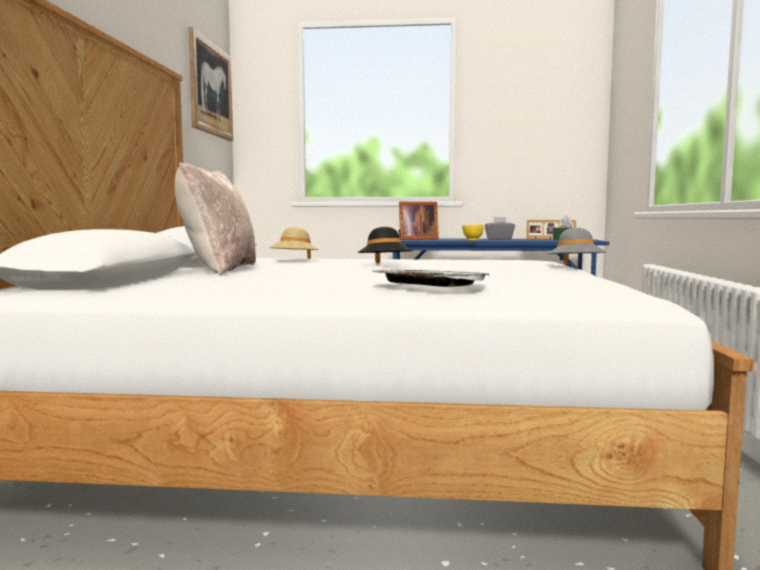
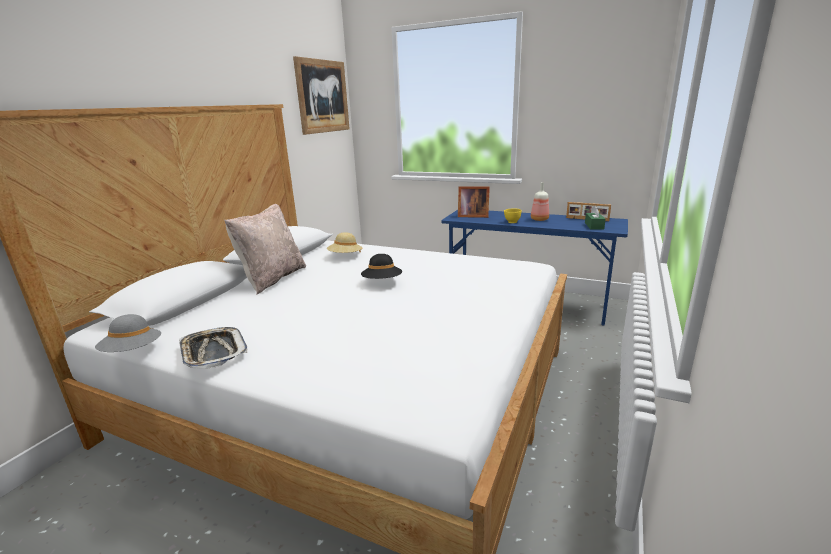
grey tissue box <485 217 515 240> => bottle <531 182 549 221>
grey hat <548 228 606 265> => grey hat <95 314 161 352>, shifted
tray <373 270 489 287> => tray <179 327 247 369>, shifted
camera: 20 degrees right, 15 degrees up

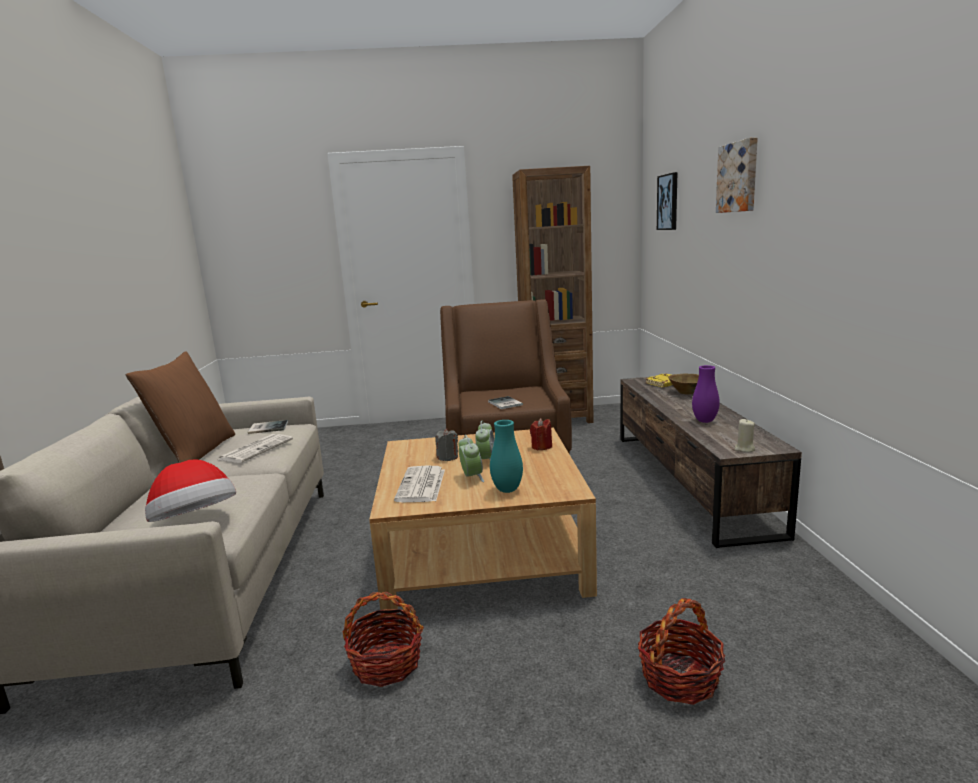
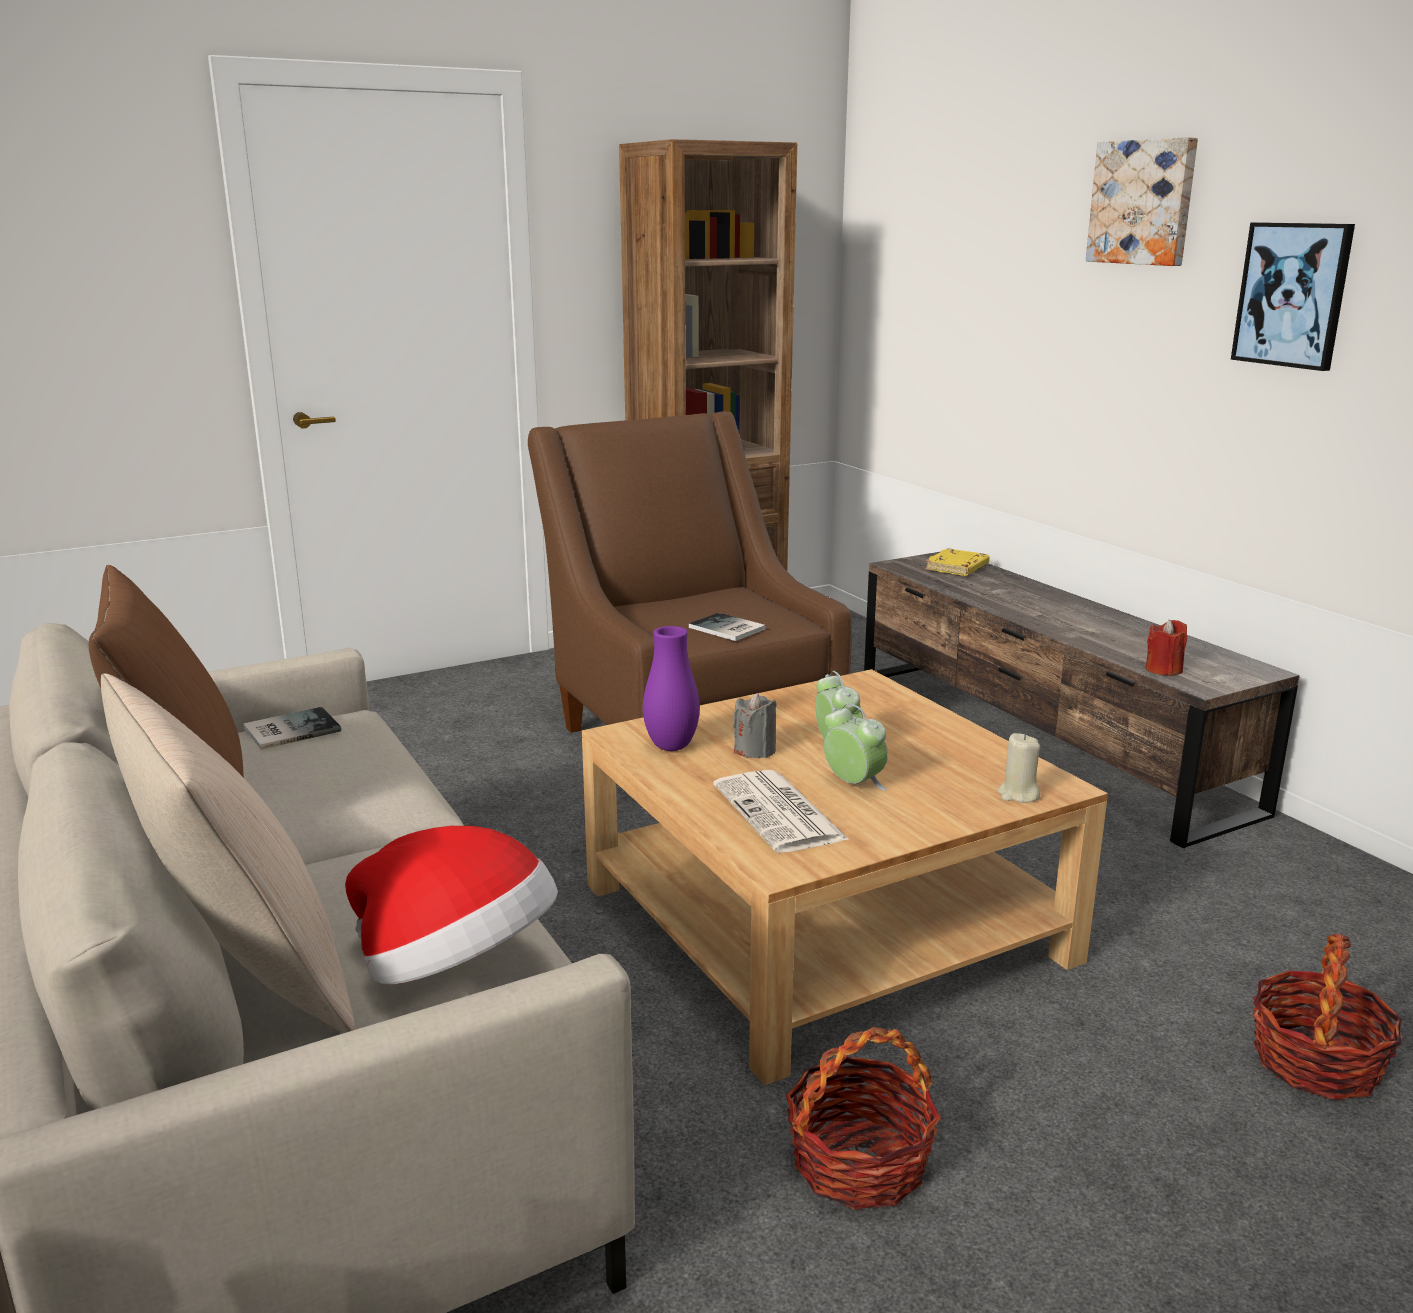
picture <657 172 678 230> => picture <1231 222 1355 371>, shifted
purple vase <692 365 720 423> => purple vase <643 626 700 751>, shifted
brown bowl <668 374 699 395> => nothing
red candle <530 418 552 450> => red candle <1146 619 1187 676>, shifted
beige candle <735 419 755 452> => beige candle <998 733 1040 803>, shifted
turquoise vase <490 420 523 493> => nothing
newspaper <219 434 293 463> => nothing
nothing => beige pillow <101 673 356 1033>
camera: 25 degrees left, 5 degrees up

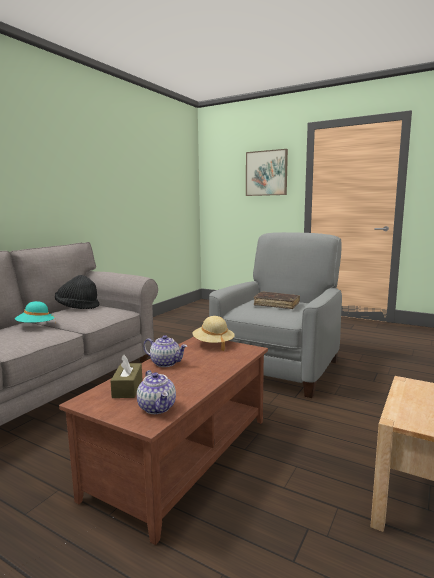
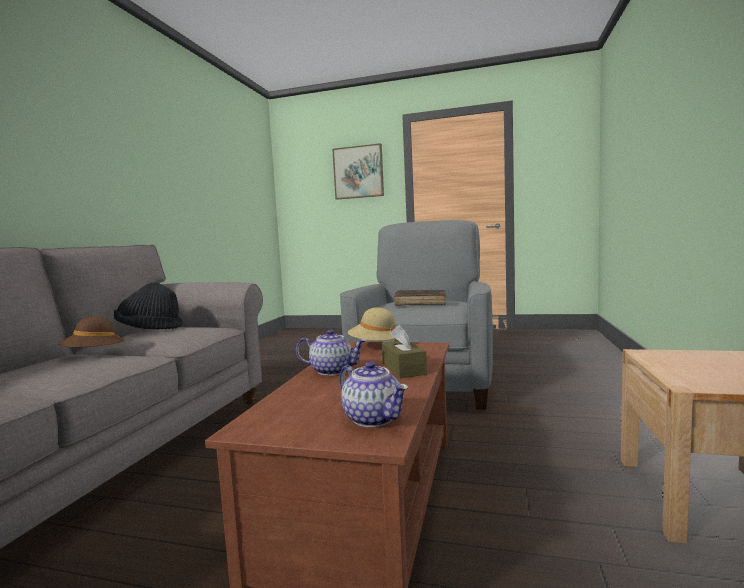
turquoise hat <15 301 56 324> => brown hat <58 317 126 349>
brown tissue box <110 355 142 398> => brown tissue box <382 325 427 378>, shifted
camera: 15 degrees left, 5 degrees down

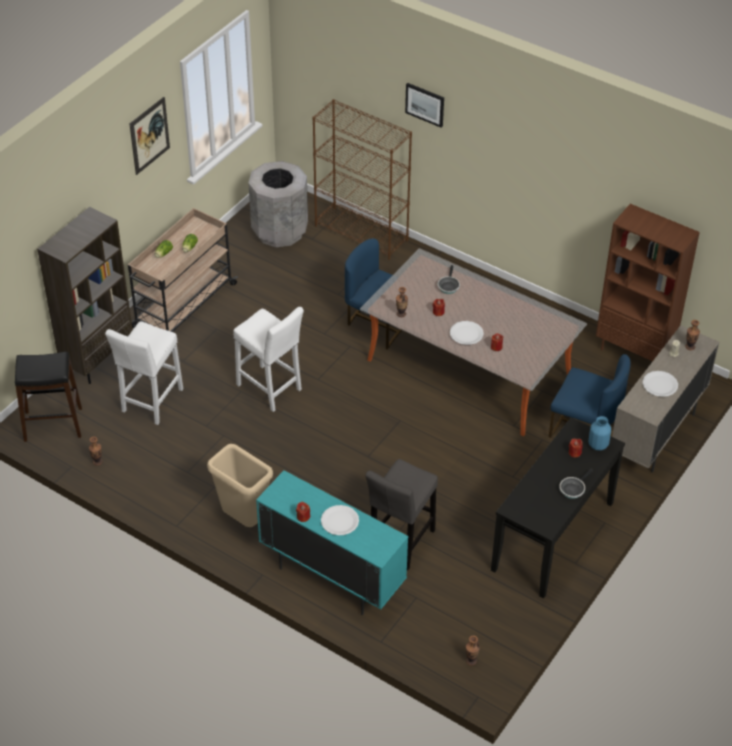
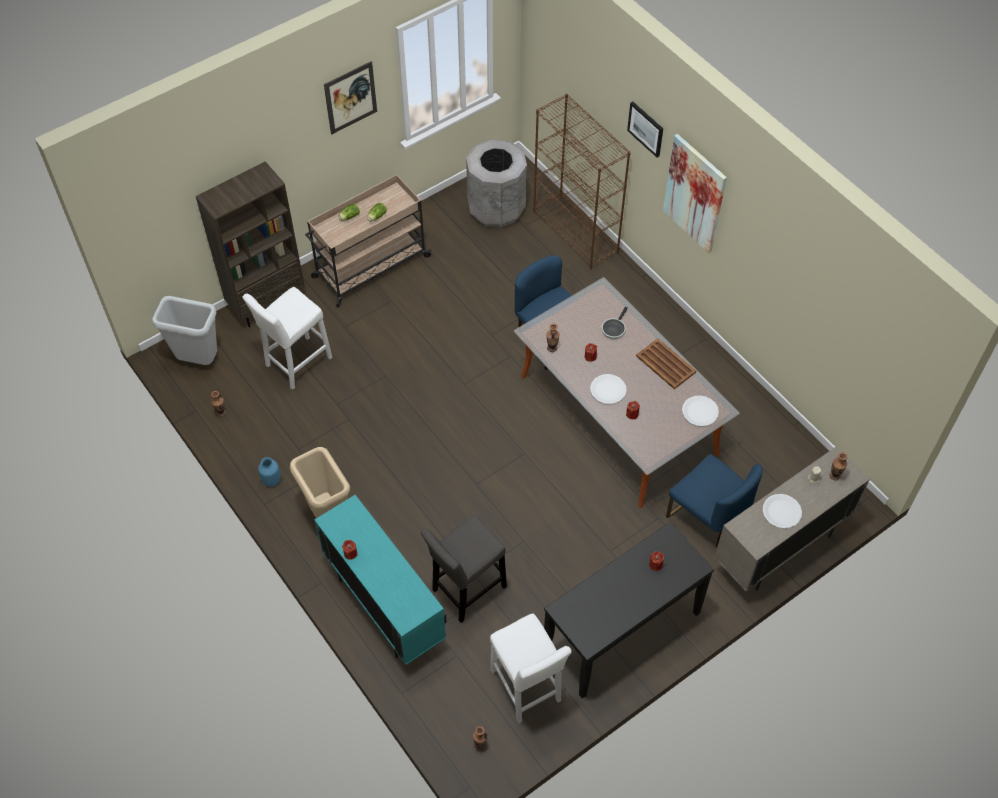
brown bookcase <596 204 700 361> => nothing
white stool <233 307 304 412> => white stool <490 614 572 723>, shifted
black stool <15 352 82 442> => grey trash can <152 296 217 365>
blue vase <589 416 611 450> => blue vase <258 457 281 487>, shifted
frying pan <559 469 593 499> => nothing
white plate <321 505 359 535> => white plate <682 395 719 426>, shifted
nothing => picture <663 134 727 253>
nothing => brown tray <636 338 696 389>
camera: 20 degrees right, 10 degrees up

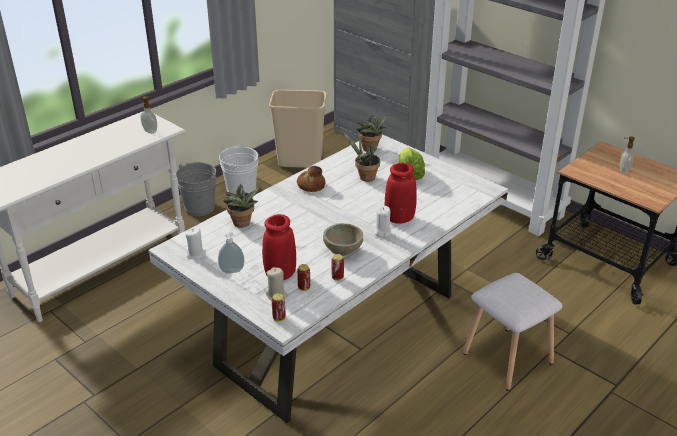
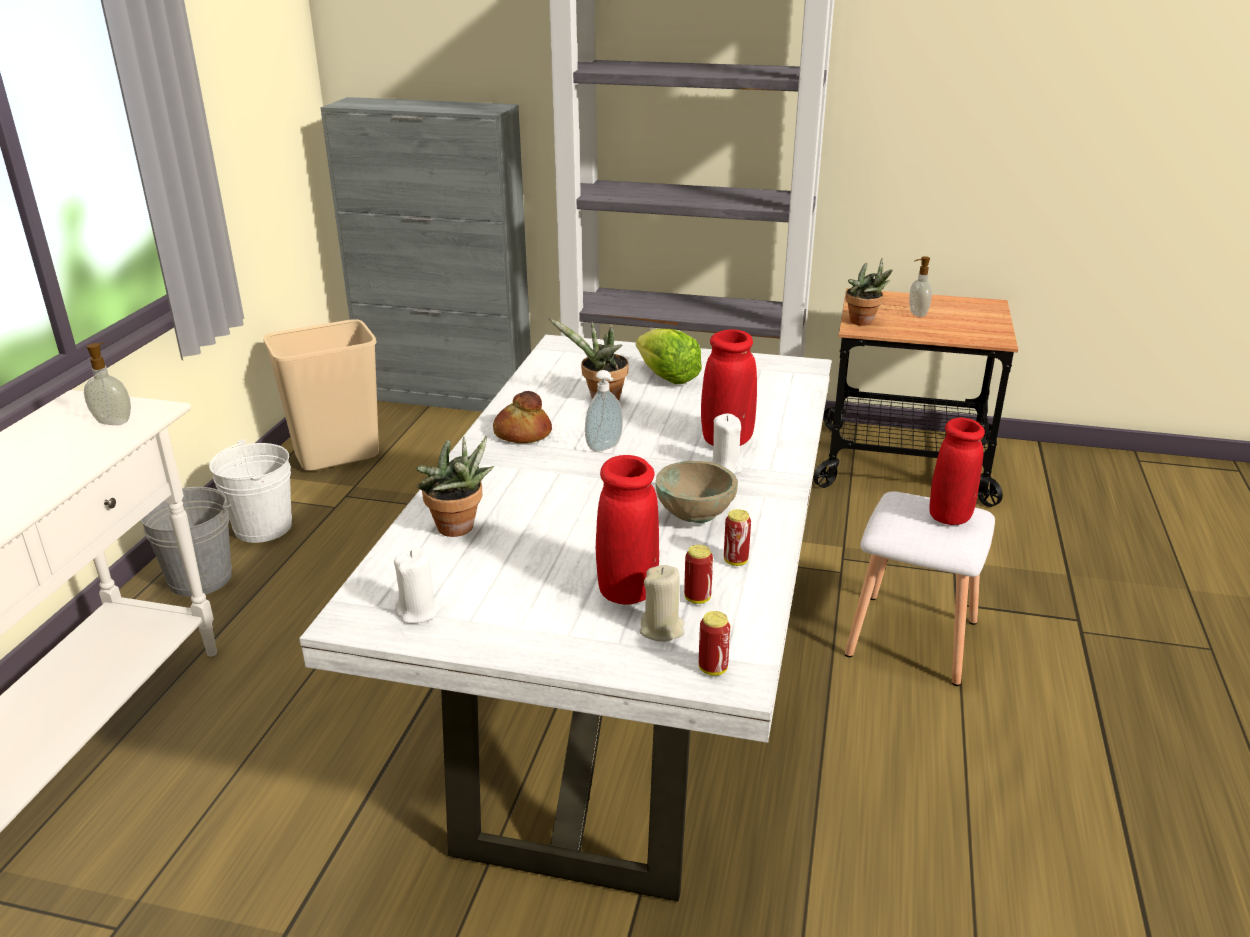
potted plant <356 113 388 152> => potted plant <845 258 893 326>, shifted
soap dispenser <218 231 244 273> => soap dispenser <585 370 623 452>, shifted
nothing => red vase <930 418 985 525>
camera: 30 degrees left, 5 degrees down

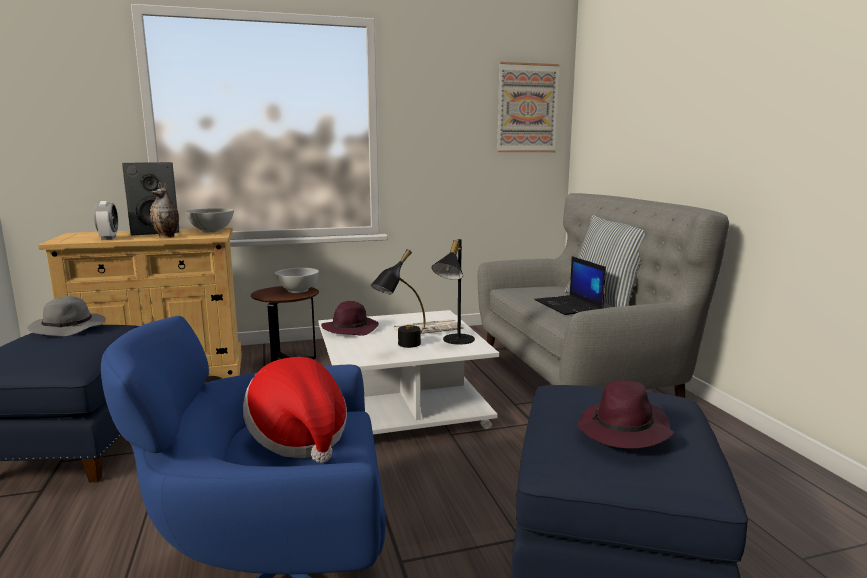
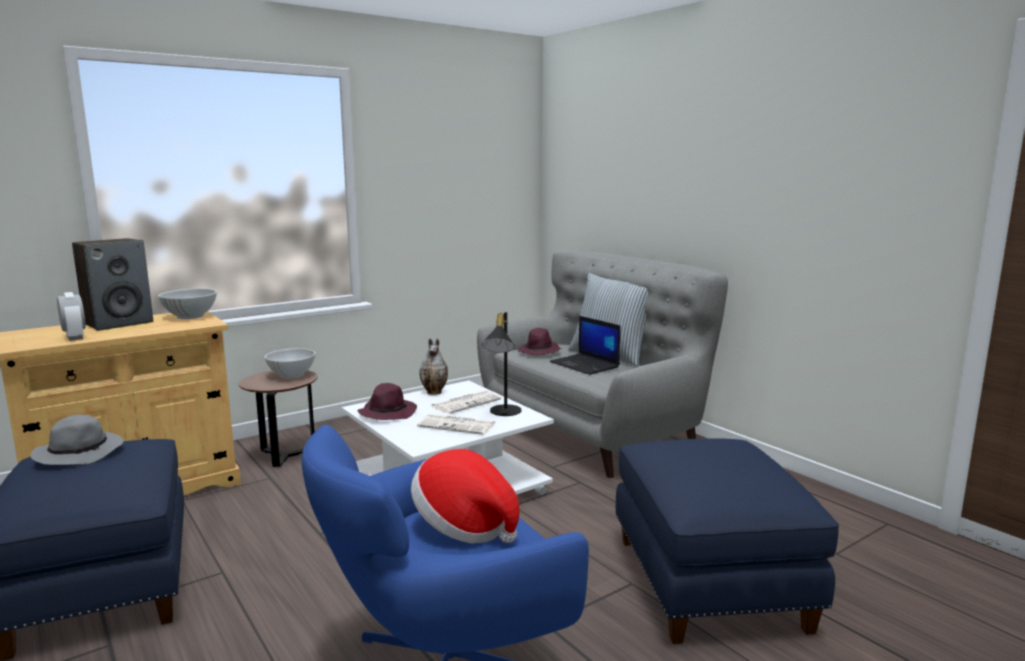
picture <497 62 560 152> => nothing
vase <150 182 179 238> => vase <419 338 448 395>, shifted
black table lamp <371 249 425 348> => newspaper <417 414 496 435>
purple hat <577 380 674 449> => purple hat <518 328 561 355>, shifted
camera: 20 degrees left, 0 degrees up

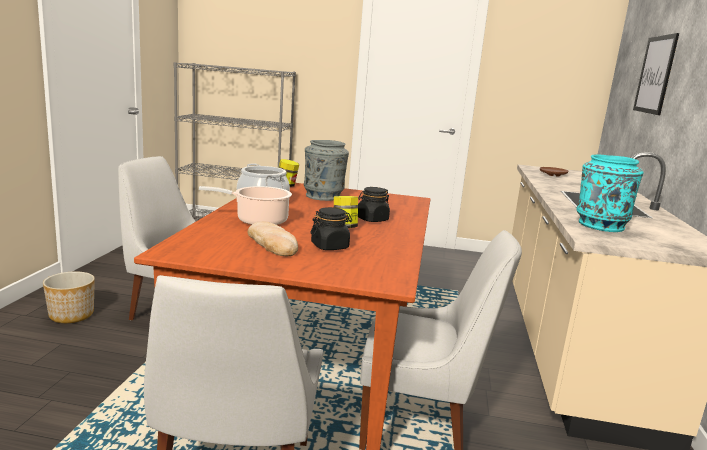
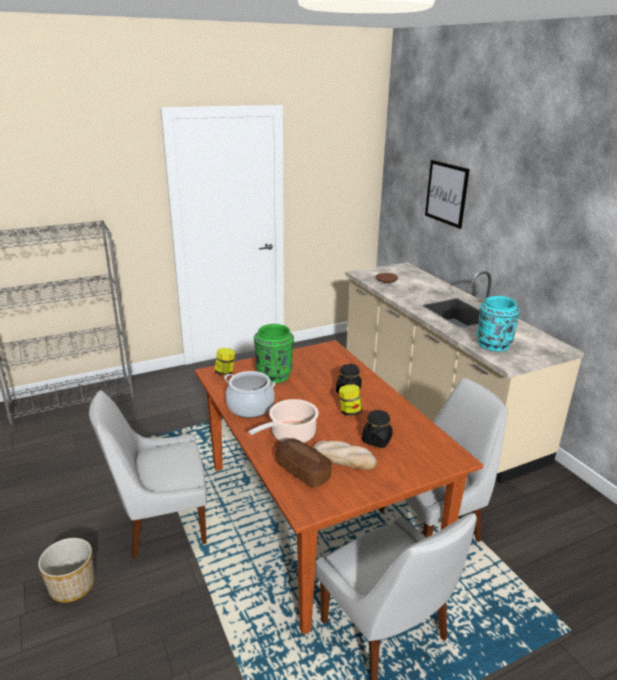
grey vase <304 140 349 201> => green vase <254 324 294 383>
nothing => bread <276 439 332 487>
camera: 35 degrees left, 10 degrees up

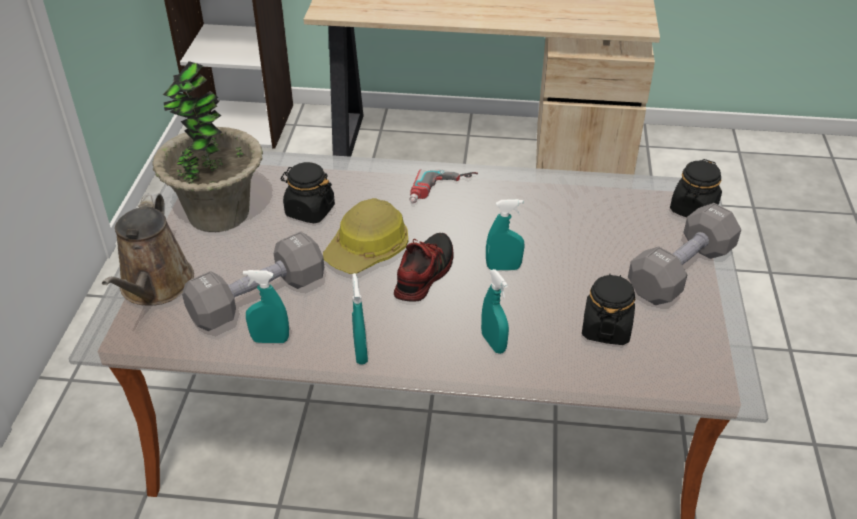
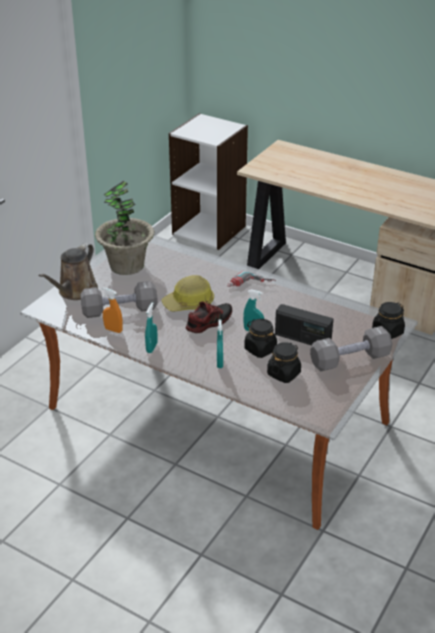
black jar <281 162 335 223> => black jar <244 319 277 358>, shifted
turquoise spray bottle <243 270 289 343> => orange spray bottle <103 288 123 333>
nothing => radio <275 304 333 345>
camera: 25 degrees right, 5 degrees down

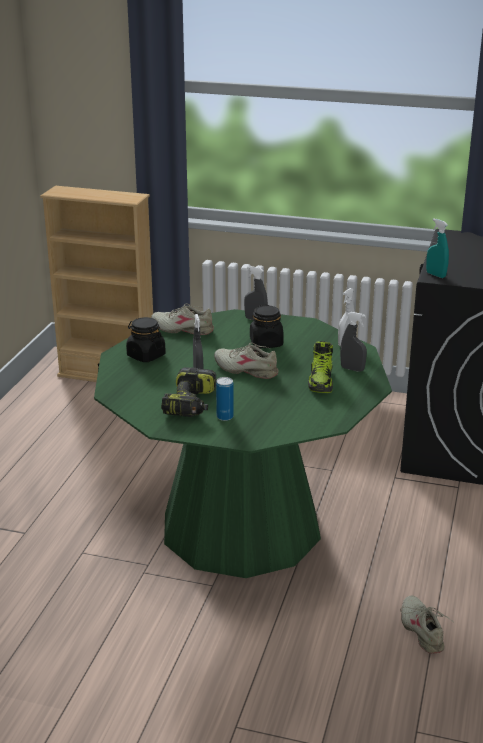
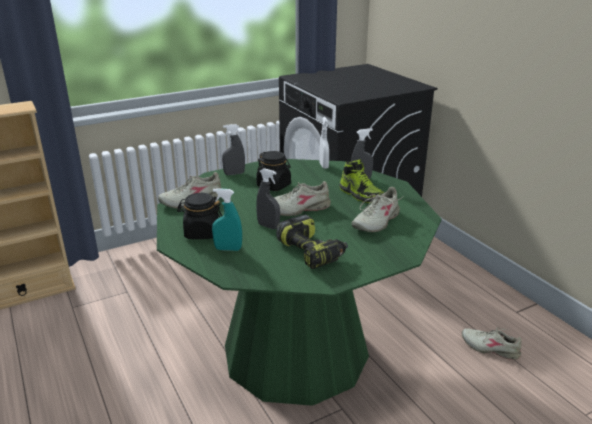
turquoise spray bottle <426 218 449 278> => turquoise spray bottle <212 188 242 251>, shifted
can <216 377 234 421> => nothing
nothing => beige shoe <352 187 404 232>
camera: 45 degrees left, 0 degrees up

